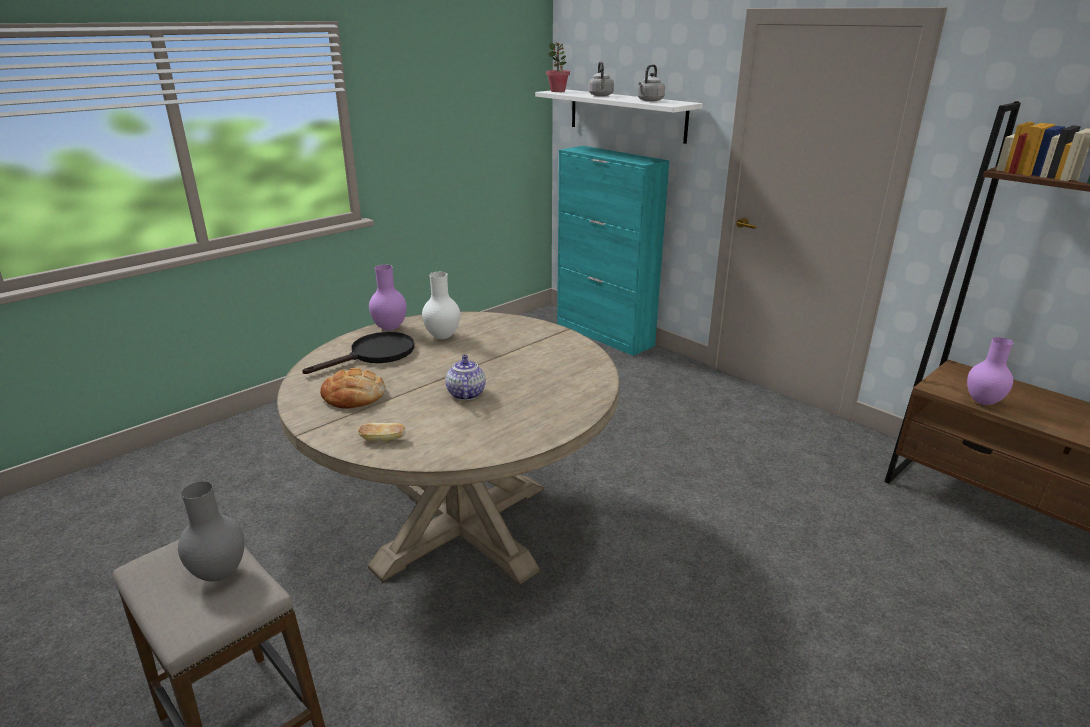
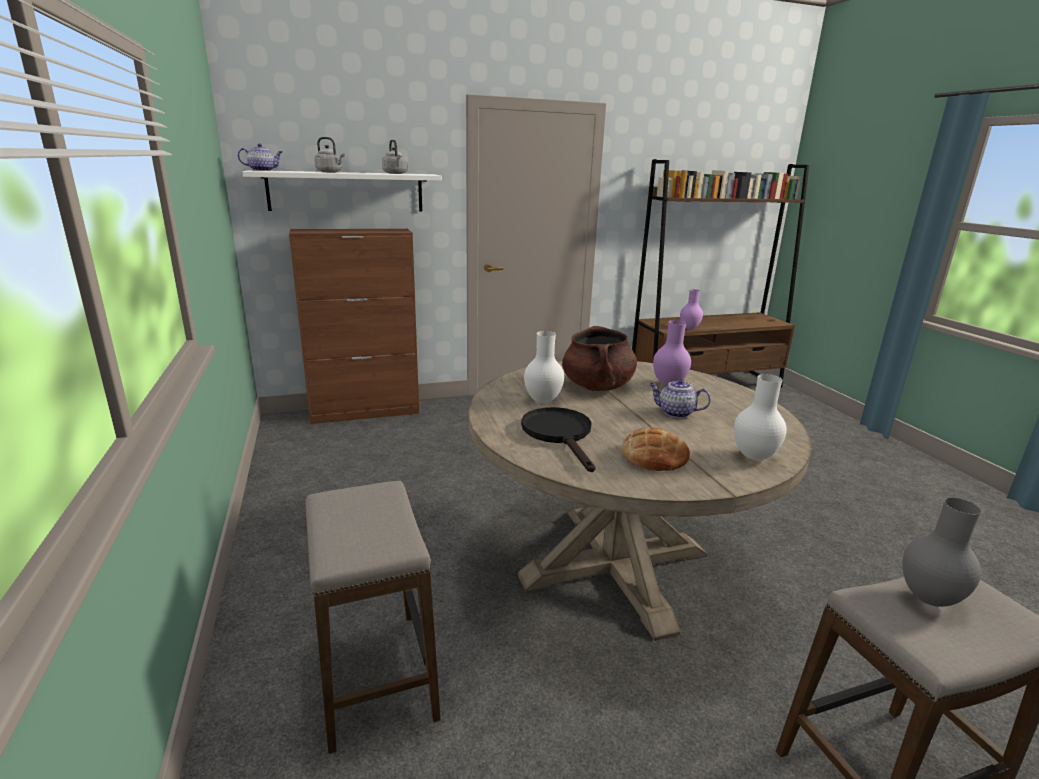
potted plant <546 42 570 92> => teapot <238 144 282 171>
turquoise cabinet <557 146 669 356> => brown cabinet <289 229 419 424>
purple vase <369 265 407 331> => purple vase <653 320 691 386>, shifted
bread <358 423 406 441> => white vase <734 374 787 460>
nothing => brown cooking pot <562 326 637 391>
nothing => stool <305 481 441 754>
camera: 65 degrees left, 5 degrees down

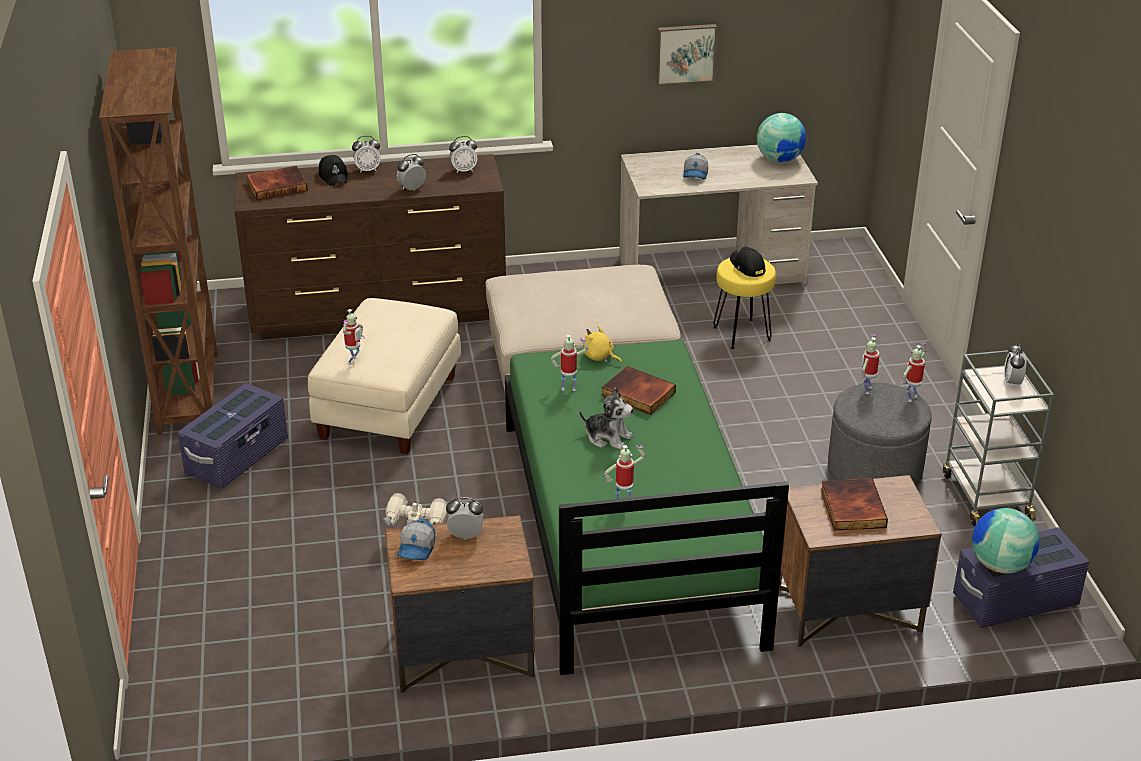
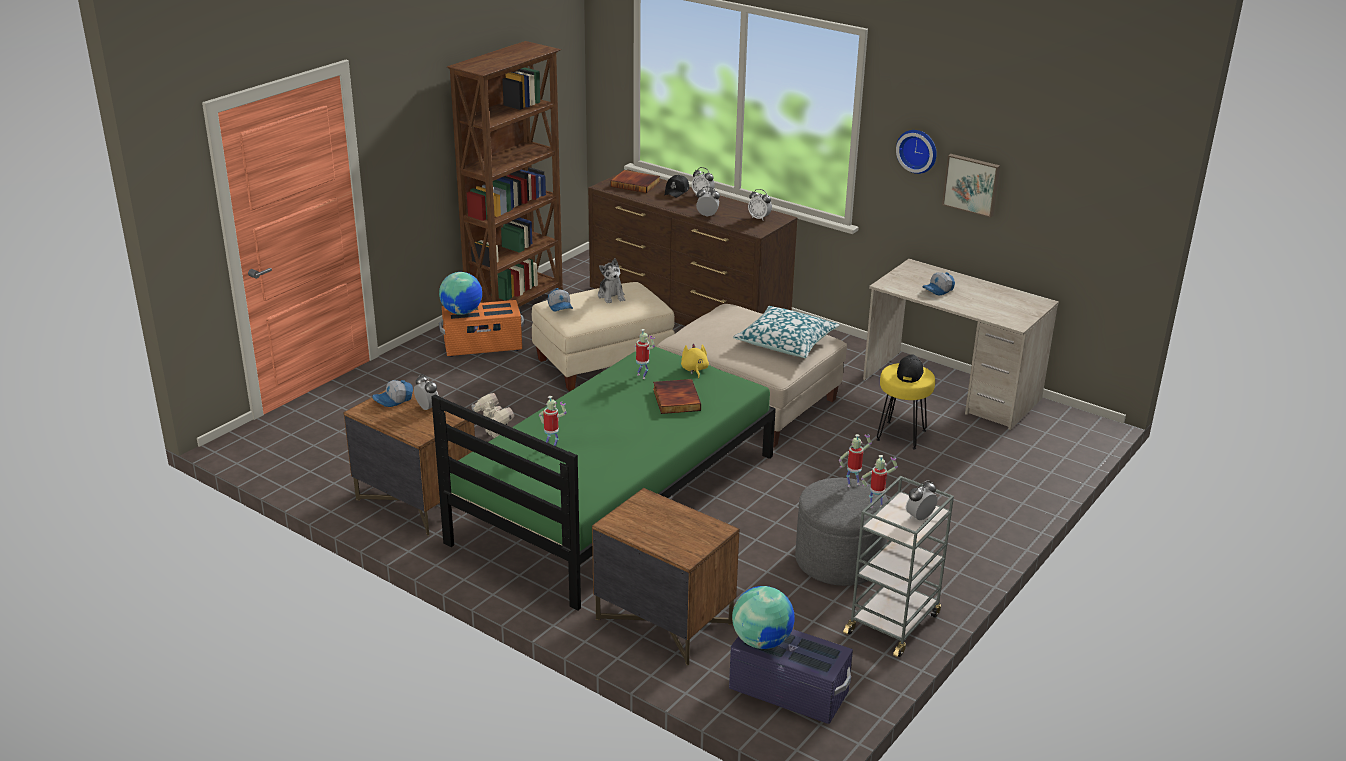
globe <757 113 806 163> => globe <439 272 482 315>, shifted
toy robot <343 309 365 365> => cap <548 288 573 312>
purple storage box <178 383 288 489> => orange storage box <439 300 525 357>
plush toy <579 388 633 450> => plush toy <598 258 625 304>, shifted
book <821 478 888 531> => nothing
nothing => wall clock <896 130 937 174>
nothing => pillow <733 306 840 358>
camera: 45 degrees right, 5 degrees down

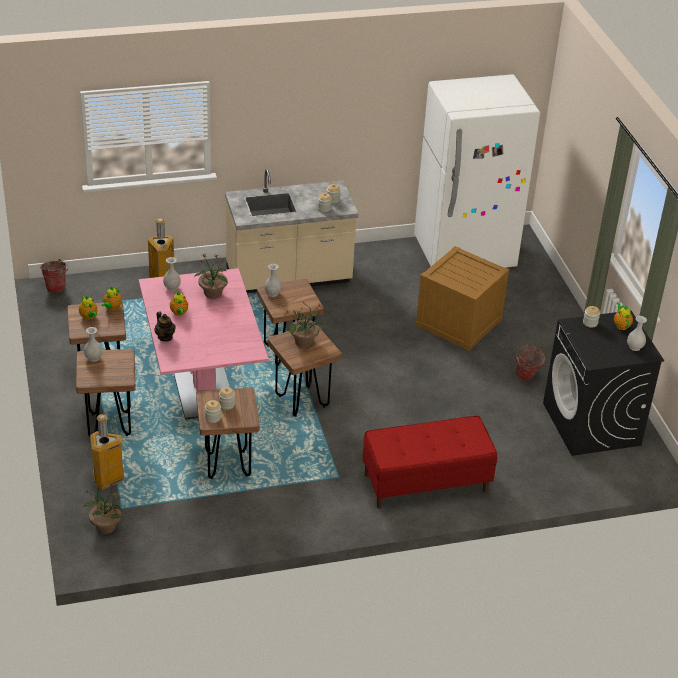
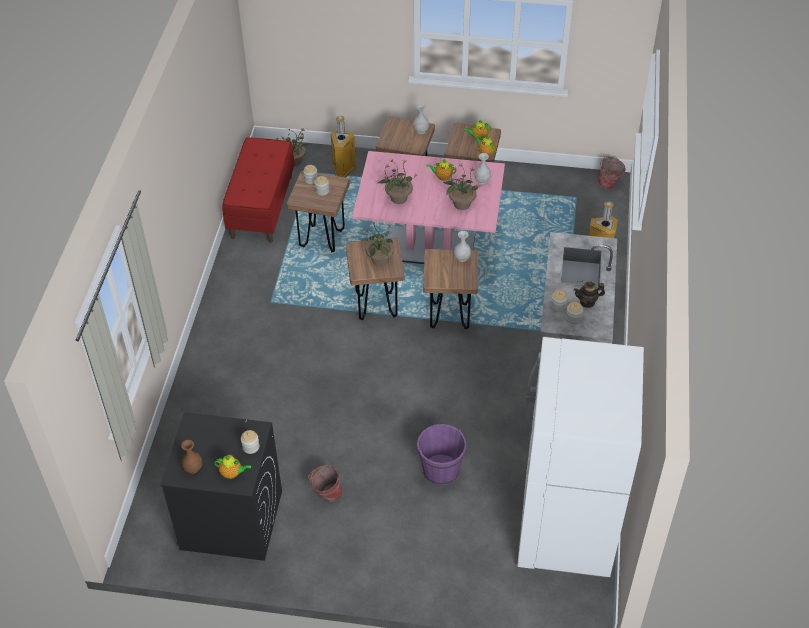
crate <415 246 510 351> => purple bucket <417 424 466 485>
teapot <155 311 176 342> => teapot <574 281 605 308>, shifted
white vase <627 316 647 351> => brown vase <181 440 202 474>
red bench <363 416 497 509> => red bench <222 137 294 243>, shifted
nothing => potted plant <378 159 417 204>
camera: 115 degrees right, 10 degrees up

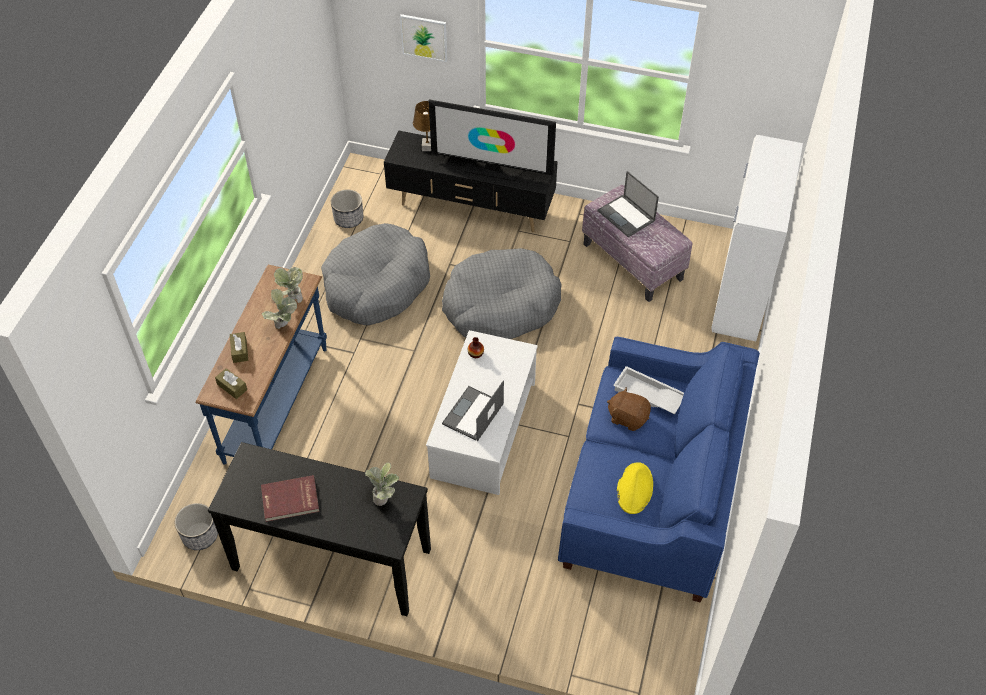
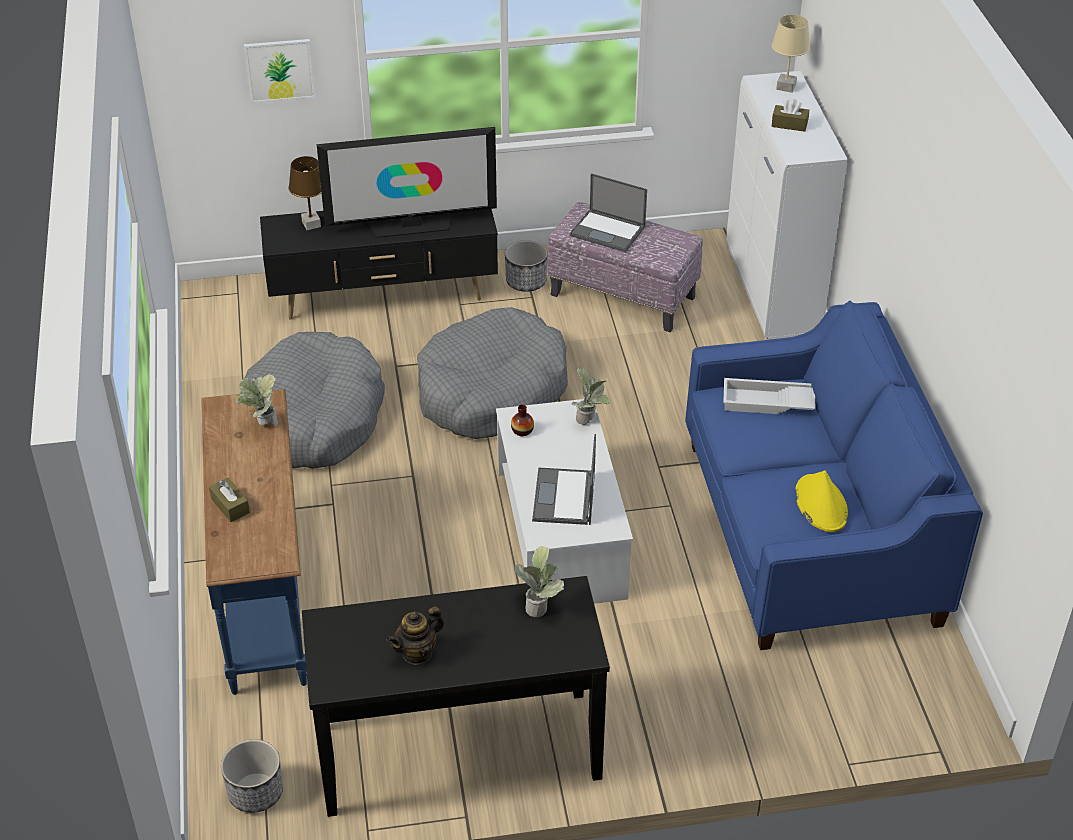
planter <331 189 363 228> => planter <505 240 548 292>, shifted
potted plant <262 289 297 329> => potted plant <572 368 610 425>, shifted
brown tissue box <215 368 247 399> => brown tissue box <771 99 809 132>, shifted
brown plush toy <607 387 651 431> => nothing
red book <261 475 319 522> => teapot <386 606 444 665>
nothing => beige table lamp <772 15 810 93>
camera: 25 degrees left, 10 degrees down

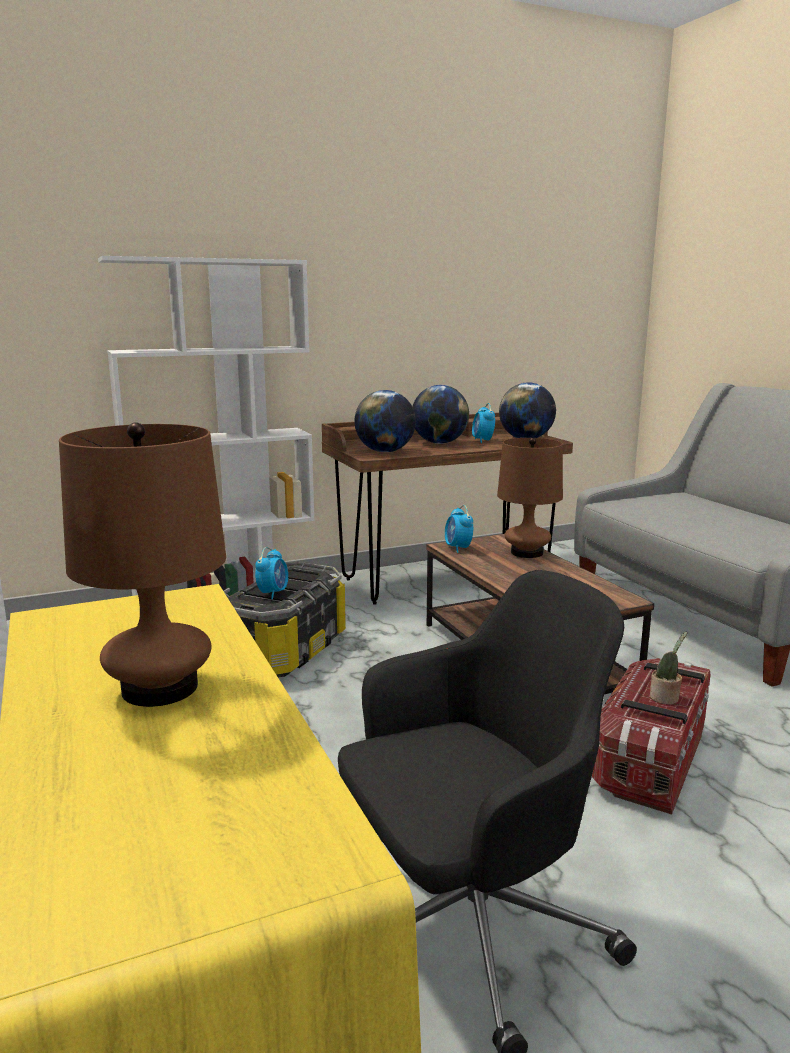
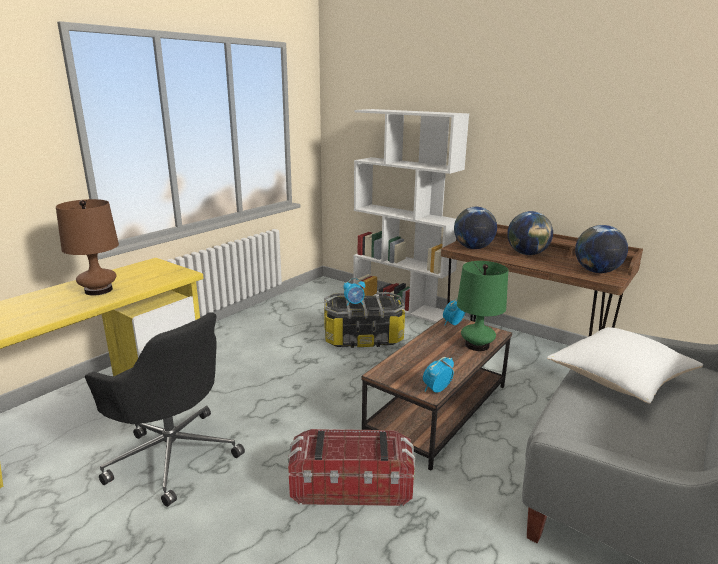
alarm clock <472 403 495 443> => alarm clock <423 357 454 393>, shifted
brown table lamp <497 438 563 558> => green table lamp <457 261 508 351>
potted plant <650 632 687 705> => nothing
nothing => white pillow <547 327 703 404>
camera: 60 degrees right, 5 degrees up

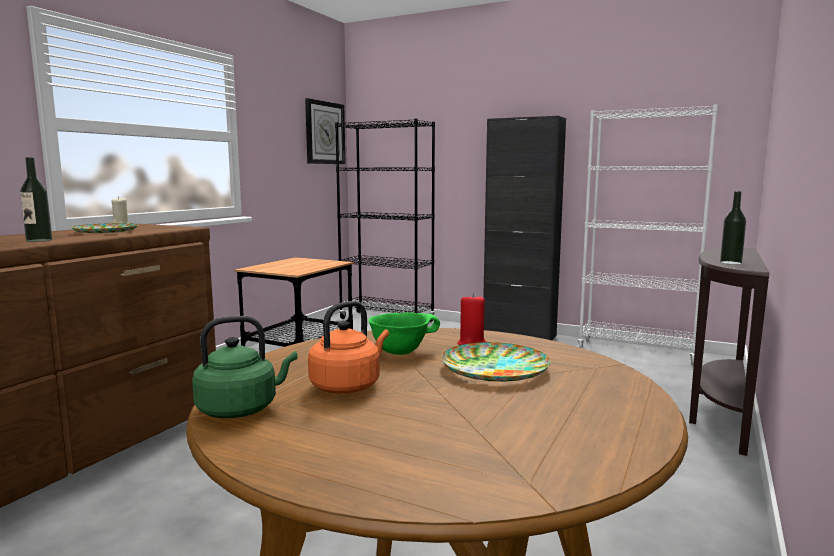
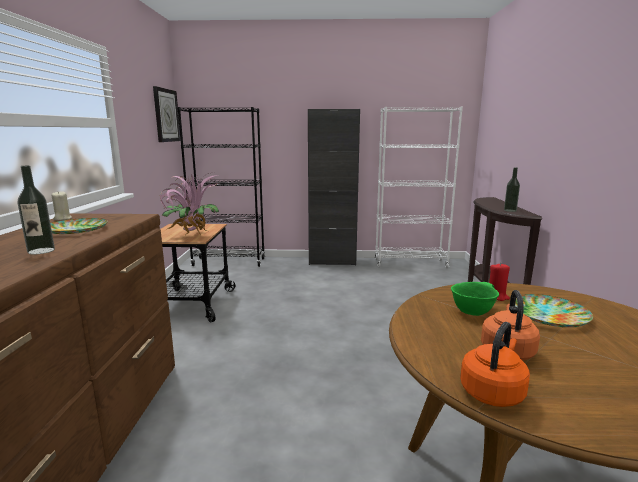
green kettle <192 316 297 418> => orange kettle <460 322 530 407>
nothing => potted plant <160 173 219 234>
camera: 25 degrees left, 5 degrees up

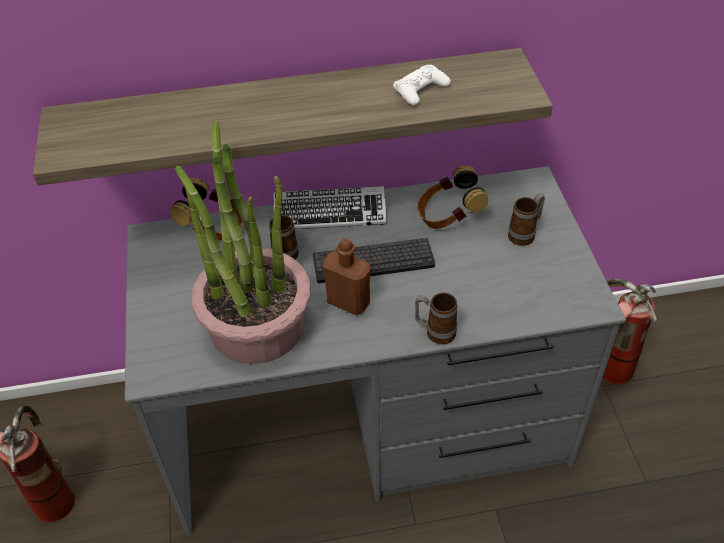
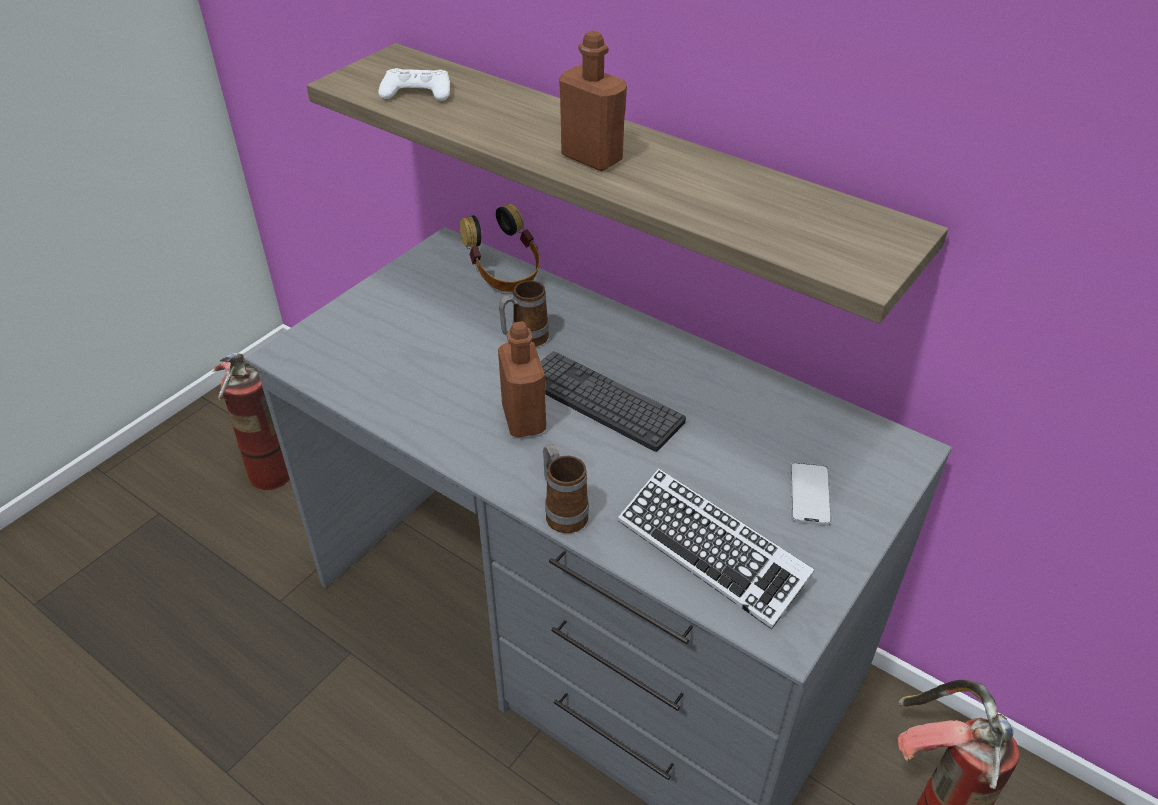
white game controller <393 65 451 105> => white game controller <378 68 450 101>, shifted
potted plant <175 120 311 364> => nothing
headphones <417 165 488 229> => nothing
keyboard <273 186 387 230> => keyboard <618 468 815 629>, shifted
mug <508 193 545 246> => phone <790 463 831 526>
nothing => brown bottle <559 31 627 171>
camera: 45 degrees right, 5 degrees down

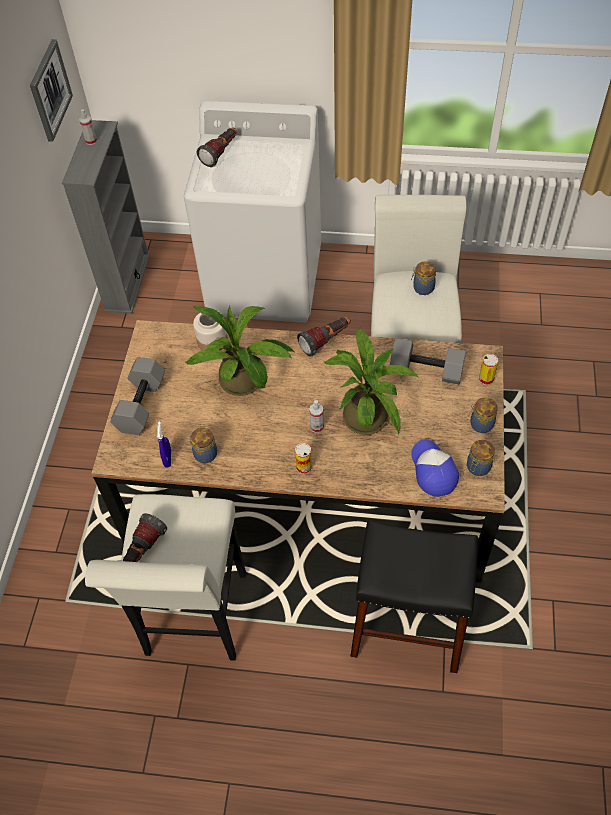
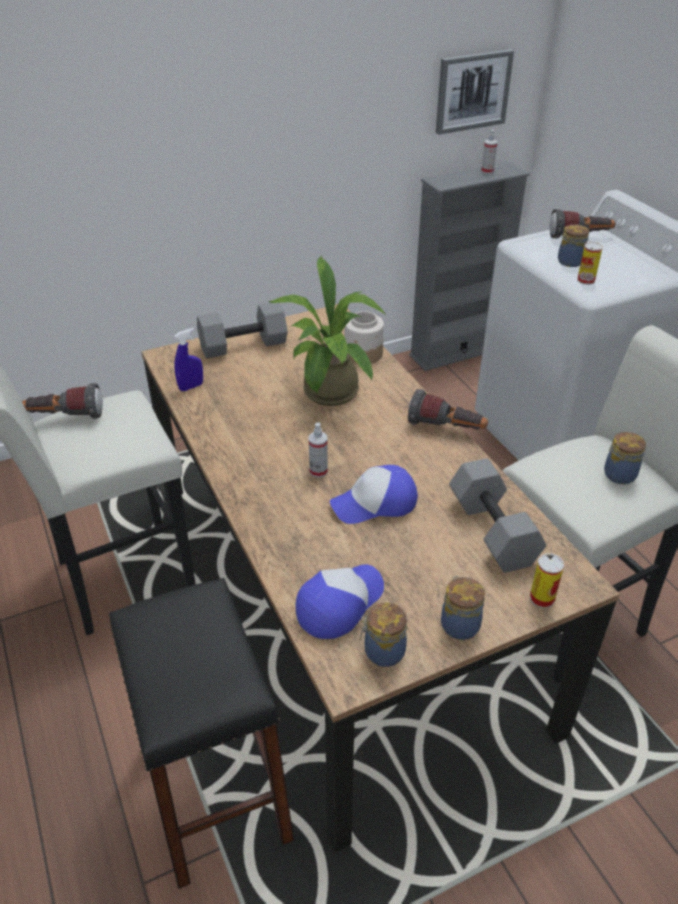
potted plant <324 327 419 435> => cap <330 465 418 524>
jar <189 428 217 463> => jar <558 224 589 267>, shifted
can <295 443 312 475> => can <577 242 603 285>, shifted
camera: 55 degrees right, 15 degrees down

